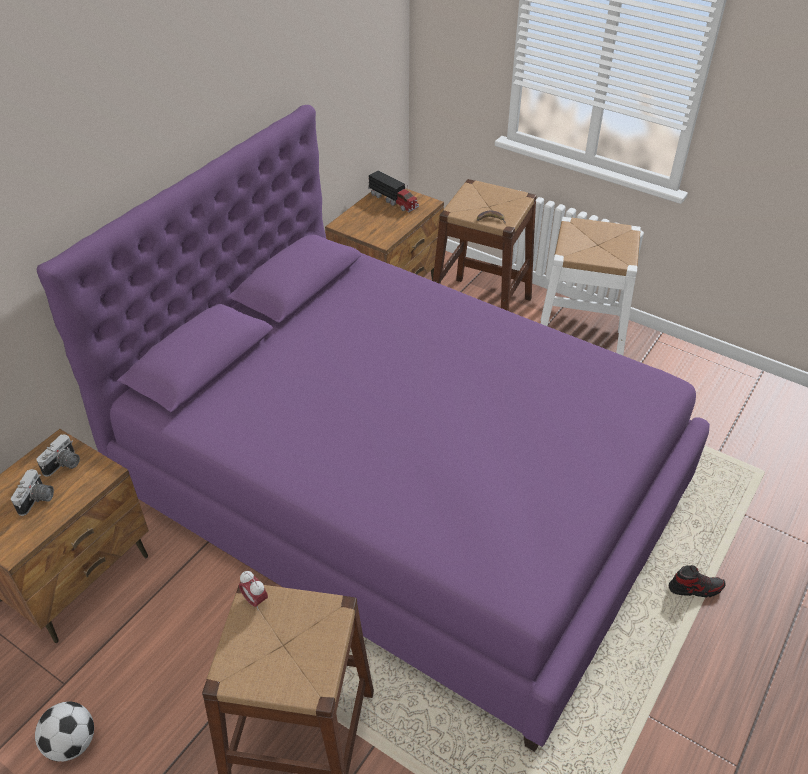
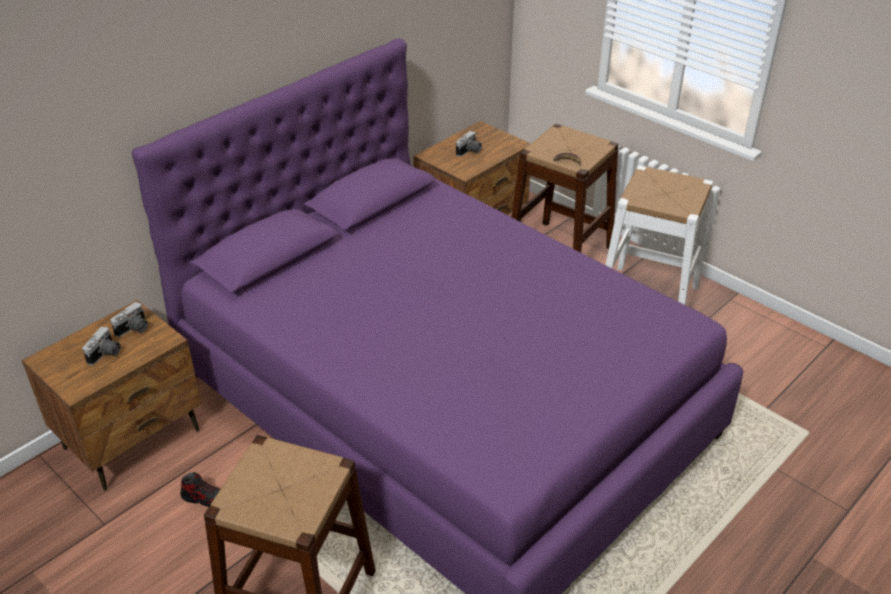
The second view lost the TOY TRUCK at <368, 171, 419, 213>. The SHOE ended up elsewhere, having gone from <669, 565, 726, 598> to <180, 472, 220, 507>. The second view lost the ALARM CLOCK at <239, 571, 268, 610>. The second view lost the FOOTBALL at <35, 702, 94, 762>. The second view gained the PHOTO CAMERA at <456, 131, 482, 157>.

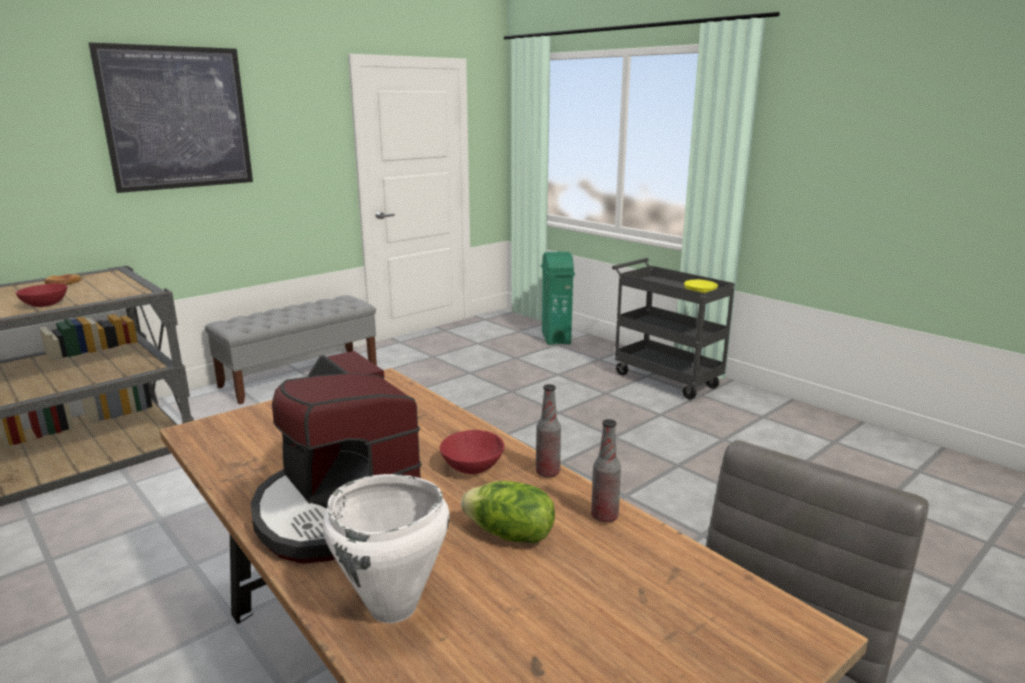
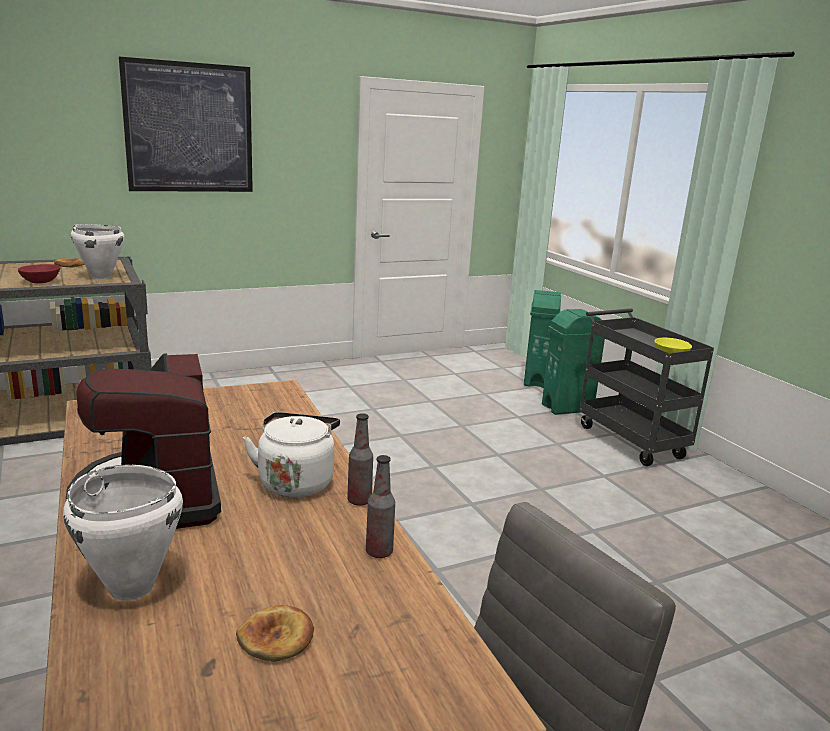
The second view lost the GREY BENCH at <205, 295, 377, 405>. Where the RED BOWL stood at <440, 430, 504, 474>, the WHITE KETTLE came to stand at <243, 412, 340, 497>. The second view lost the LETTUCE at <461, 481, 555, 543>. The second view gained the WHITE COOKING POT at <71, 224, 124, 279>. The second view gained the GREEN TRASH CAN at <542, 309, 605, 415>. The second view gained the BREAD at <236, 605, 314, 662>.

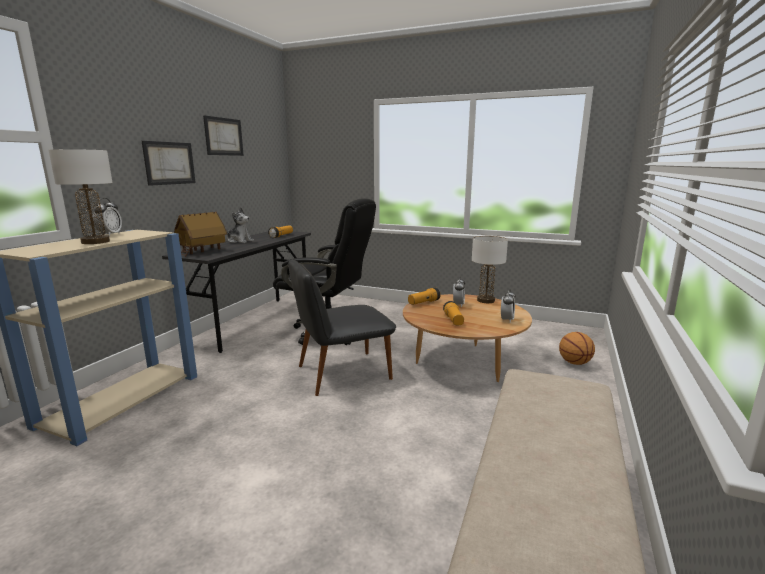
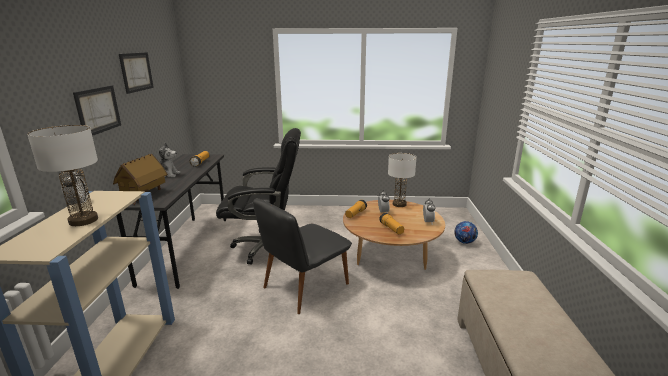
Where the BASKETBALL stood at <559, 332, 595, 365>, the FOOTBALL came to stand at <454, 221, 478, 244>.

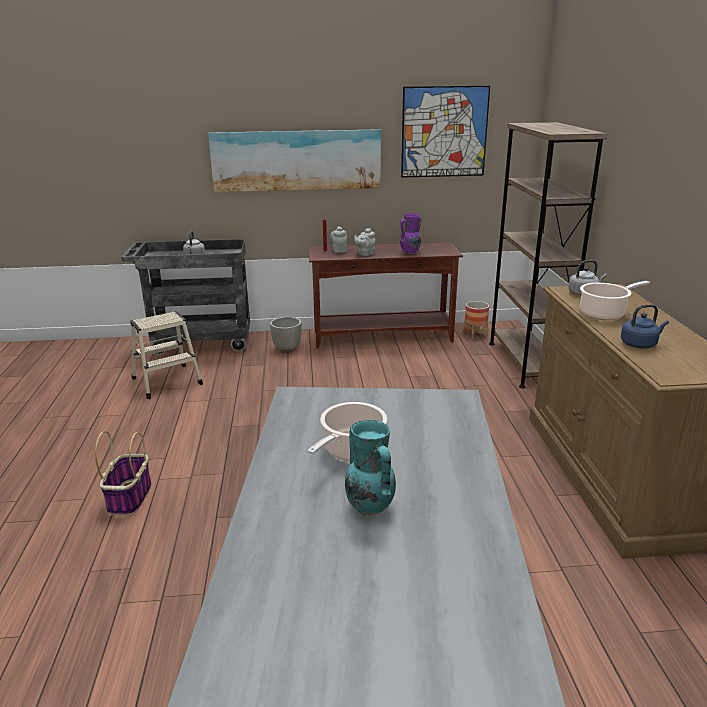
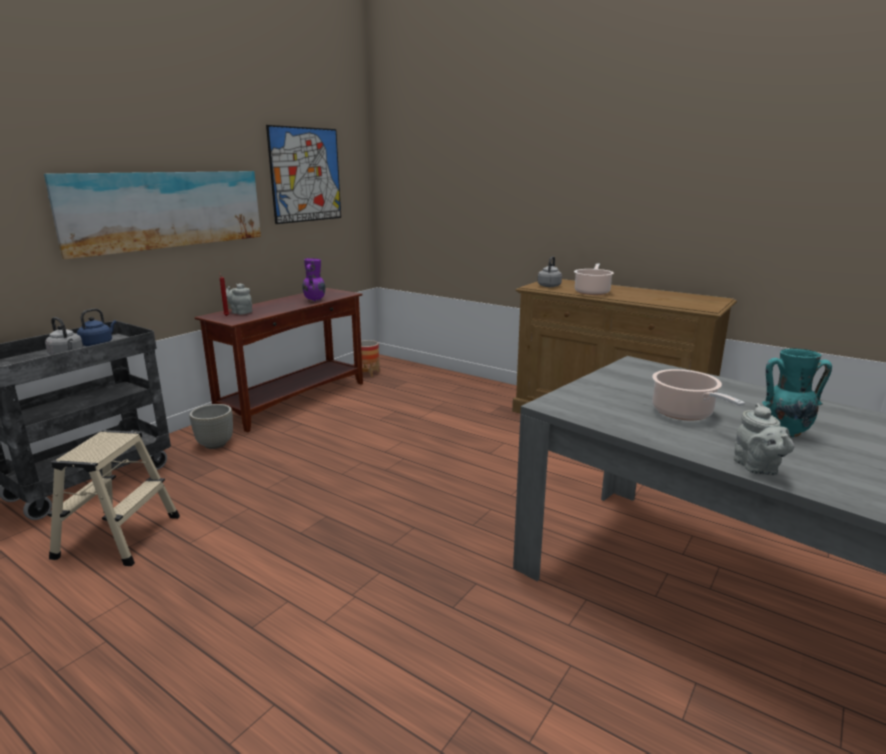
The second view lost the BROWN BOOKCASE at <489, 122, 608, 388>. The GREY TEAPOT ended up elsewhere, having gone from <354, 228, 375, 256> to <734, 403, 795, 475>. The BLUE KETTLE ended up elsewhere, having gone from <621, 304, 669, 348> to <77, 308, 116, 346>. The second view lost the BASKET at <95, 431, 152, 515>.

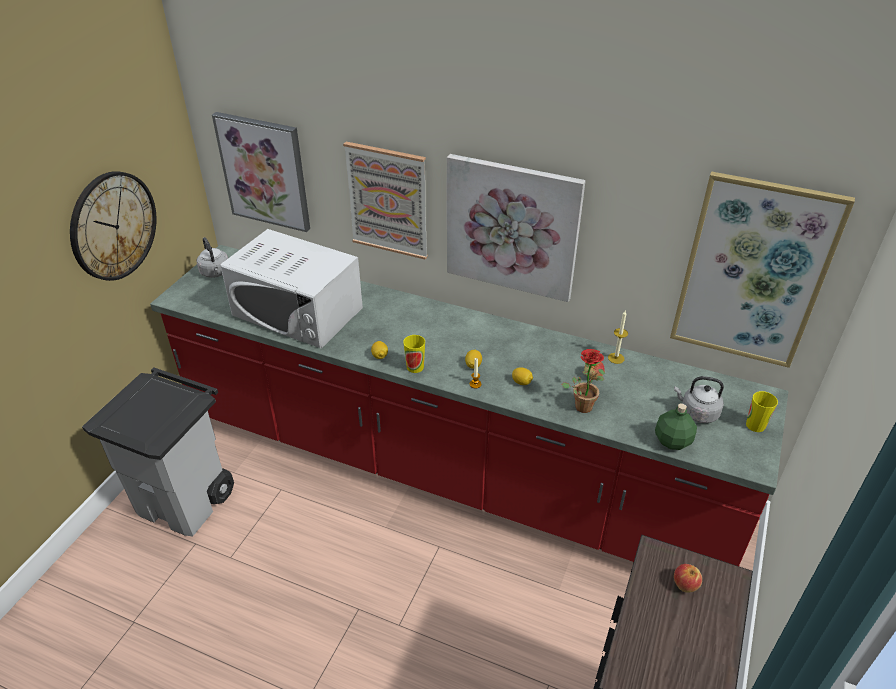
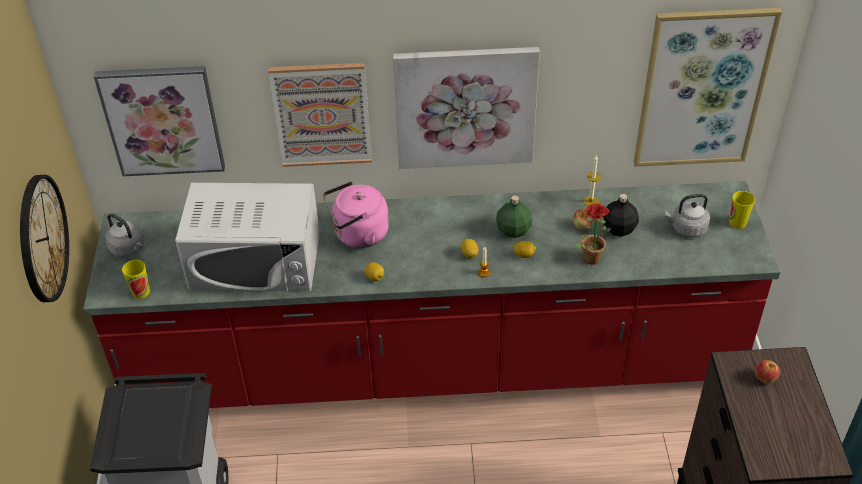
The CUP ended up elsewhere, having gone from <403, 335, 425, 373> to <122, 260, 150, 299>. The GREEN BOTTLE ended up elsewhere, having gone from <655, 403, 697, 450> to <496, 195, 532, 238>. The second view gained the PINK KETTLE at <323, 181, 389, 248>. The second view gained the BLACK BOTTLE at <603, 194, 639, 237>.

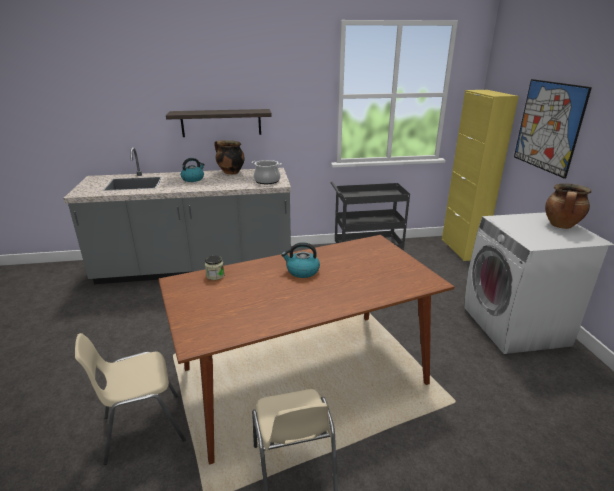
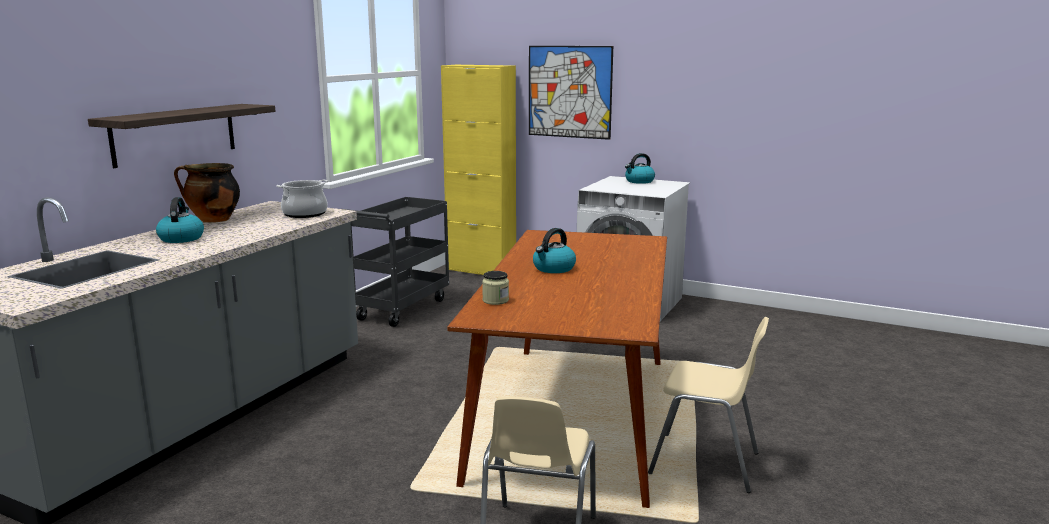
Where the COOKING POT stood at <545, 183, 591, 229>, the KETTLE came to stand at <625, 153, 655, 184>.

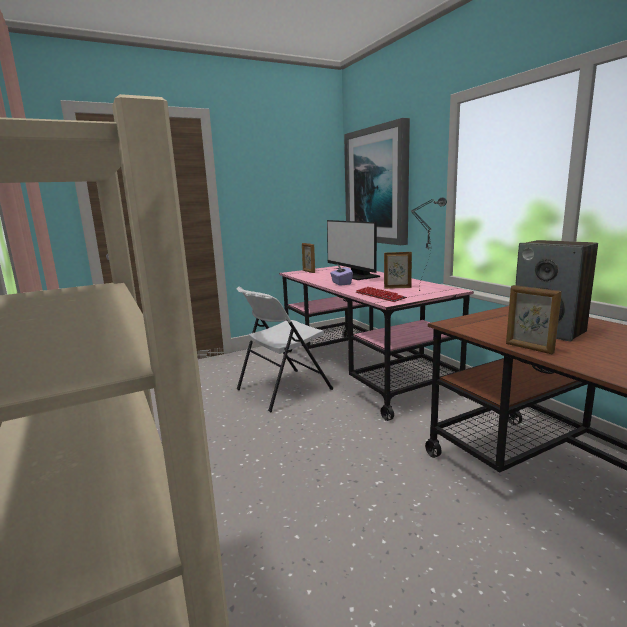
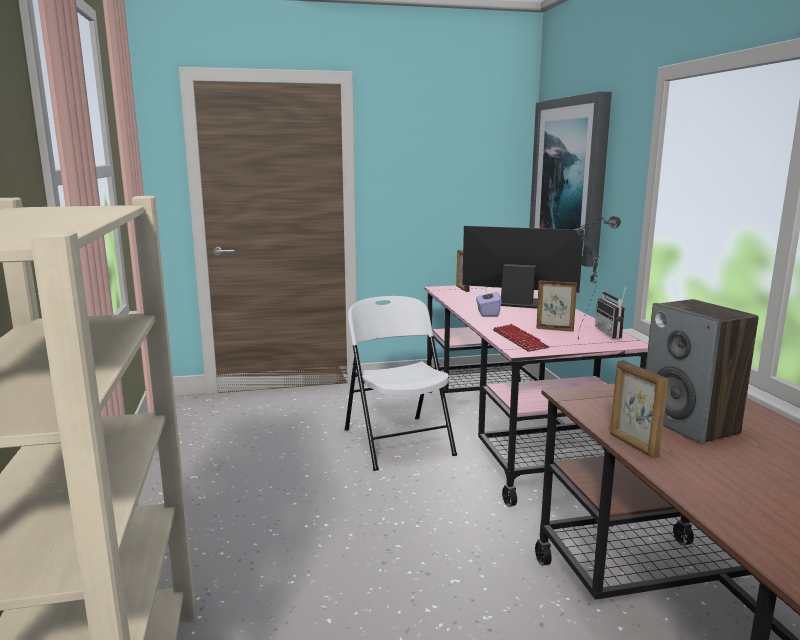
The MONITOR at <327, 220, 380, 280> ended up facing another way, 120 degrees clockwise from before. The WHITE CHAIR at <236, 286, 333, 412> ended up facing another way, 90 degrees clockwise from before. The second view gained the RADIO at <595, 283, 627, 339>.

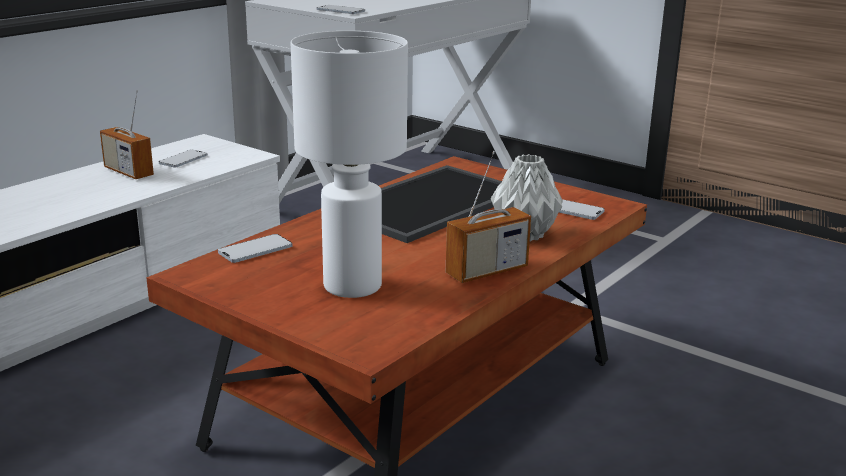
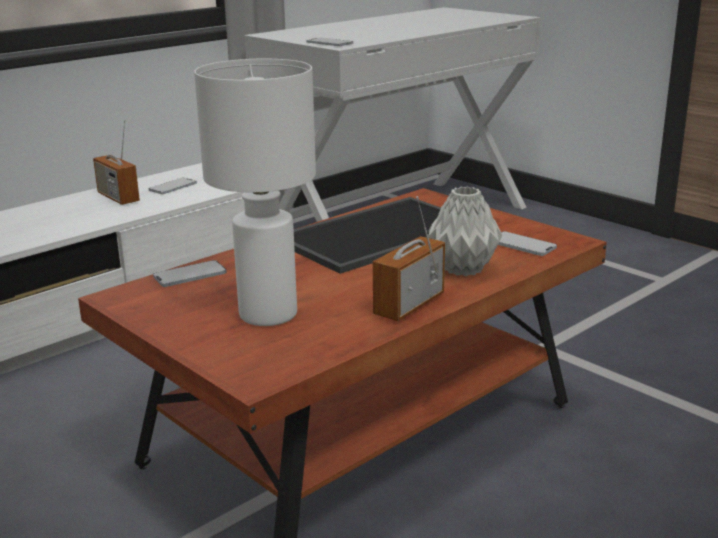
The RADIO at <446, 151, 531, 283> ended up facing another way, 150 degrees clockwise from before.

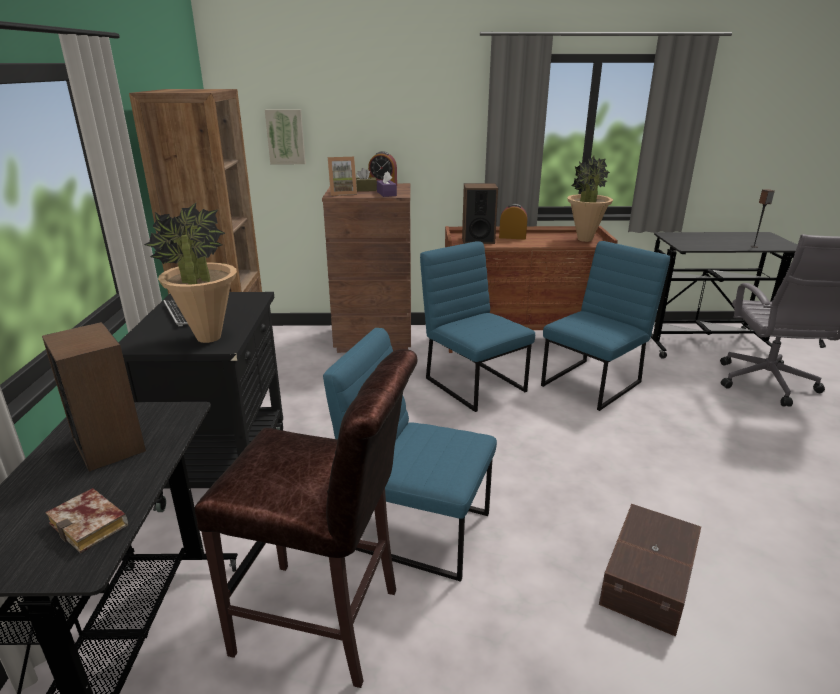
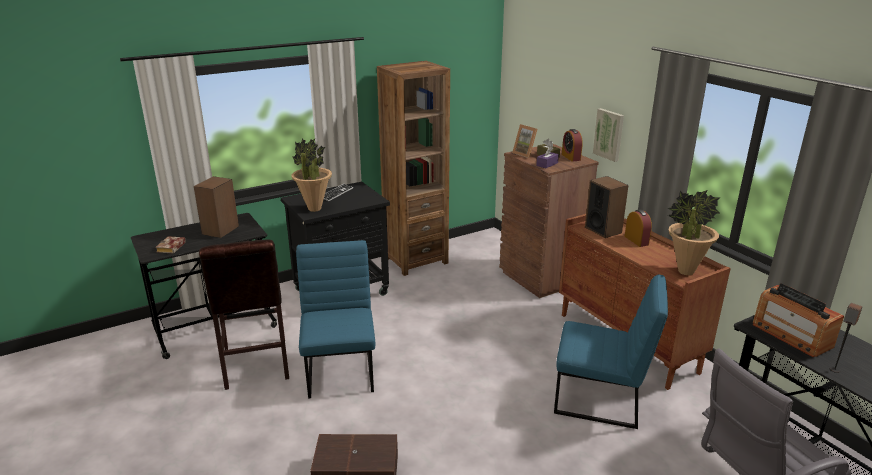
The PICTURE ended up elsewhere, having gone from <265, 109, 305, 164> to <593, 108, 624, 162>. The second view lost the BLUE CHAIR at <420, 241, 535, 412>. The second view gained the RADIO at <753, 283, 844, 357>.

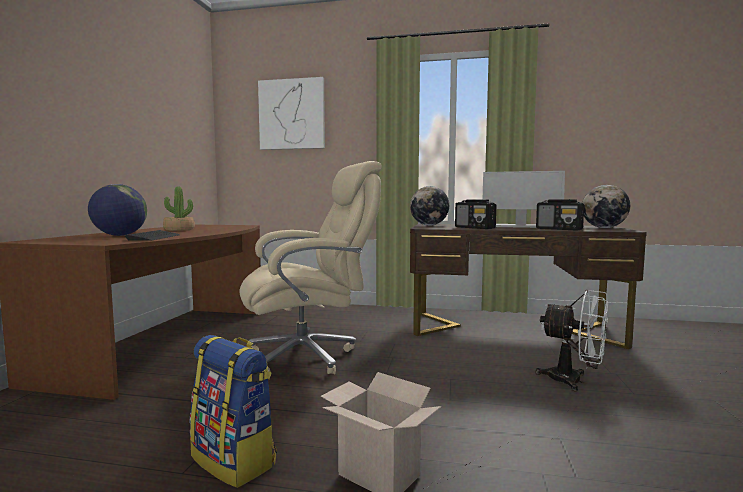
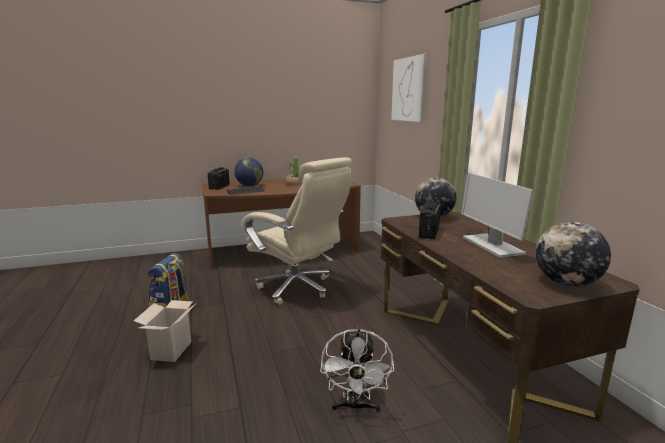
The RADIO ended up elsewhere, having gone from <536, 199, 584, 231> to <208, 167, 230, 190>.

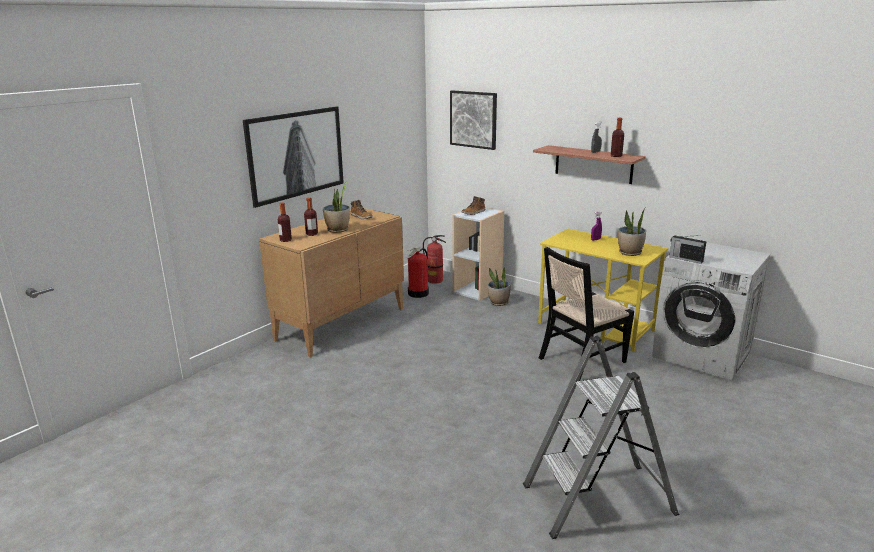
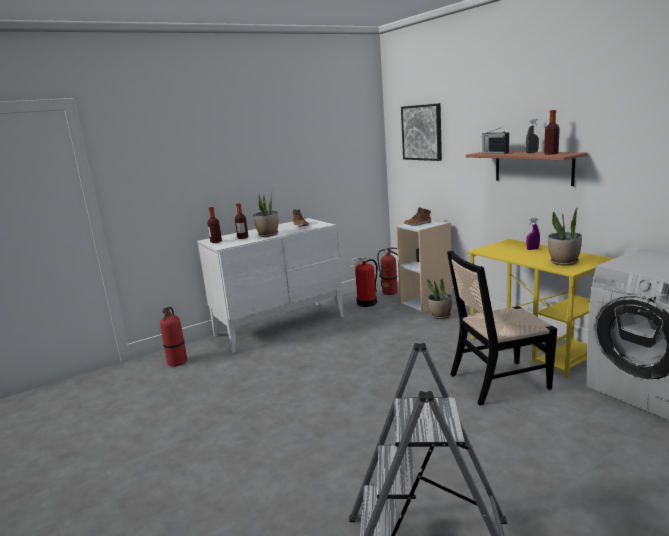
The second view lost the PICTURE at <243, 106, 344, 208>. What was the BROWN CABINET at <259, 208, 404, 357> turned into the WHITE CABINET at <197, 218, 343, 353>. The RADIO ended up elsewhere, having gone from <669, 235, 706, 264> to <482, 128, 509, 154>. The second view gained the FIRE EXTINGUISHER at <160, 307, 187, 367>.

